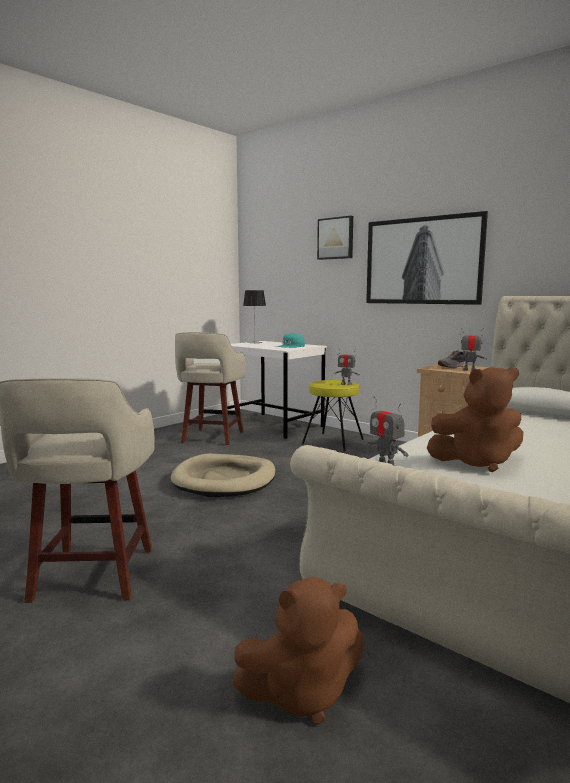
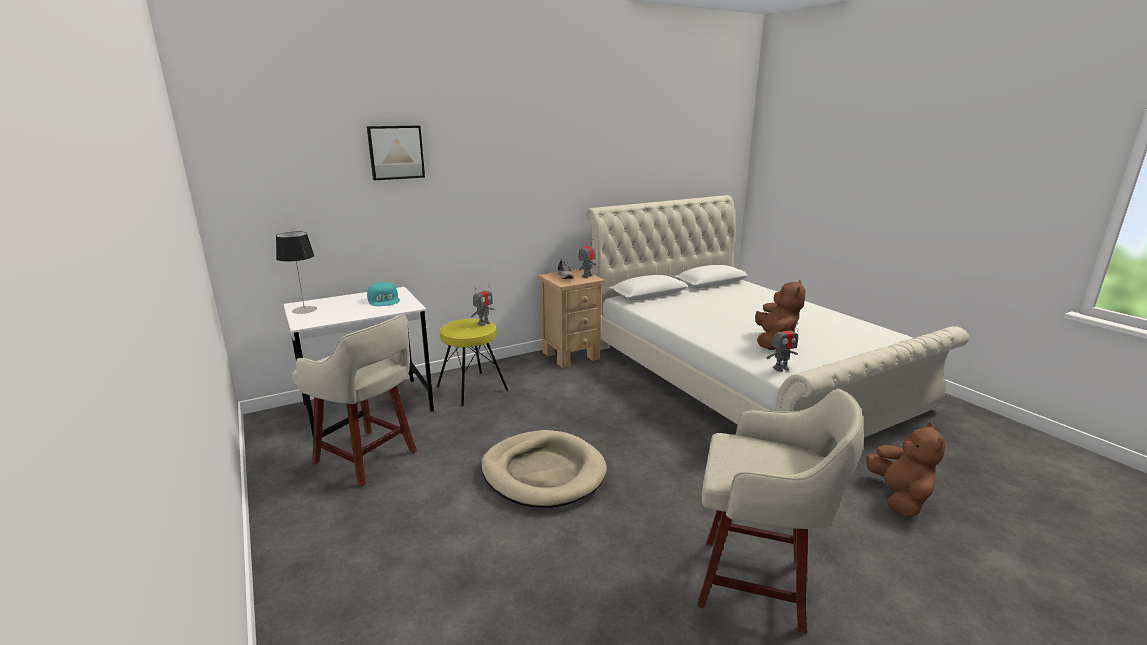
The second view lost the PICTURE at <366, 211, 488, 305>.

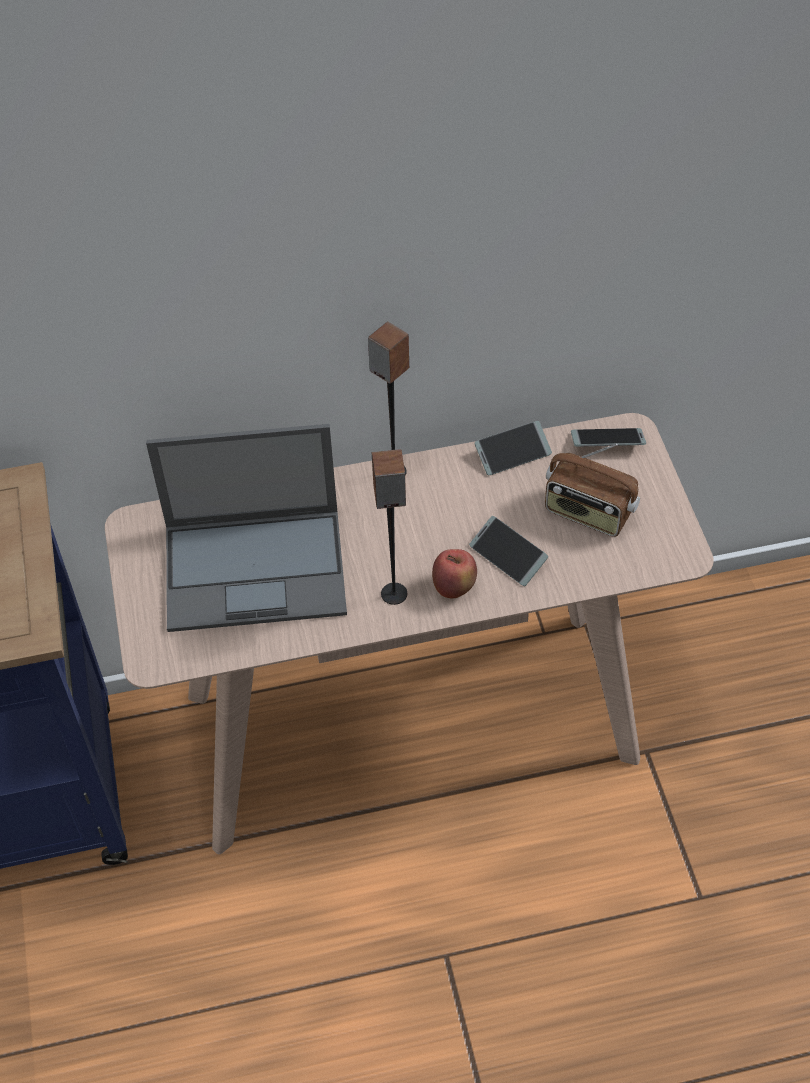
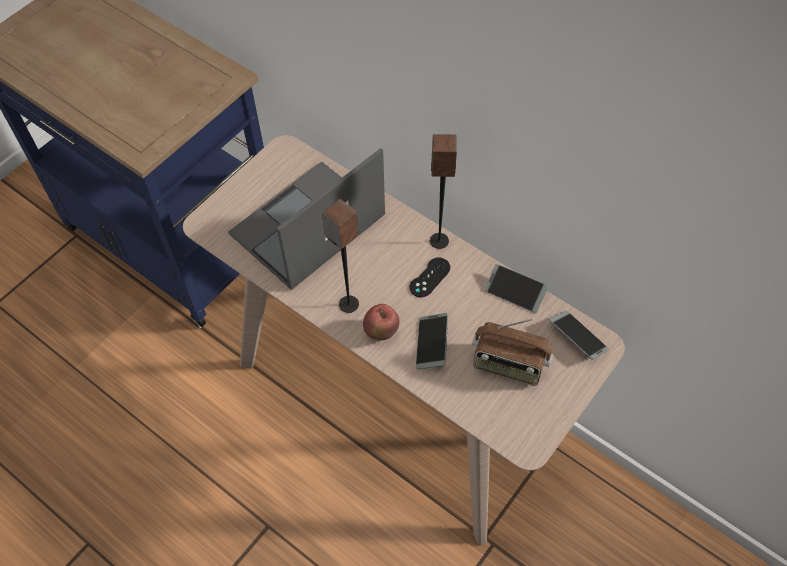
The LAPTOP at <146, 424, 347, 632> ended up facing another way, 90 degrees clockwise from before. The RADIO at <545, 443, 640, 537> ended up facing another way, 60 degrees counterclockwise from before. The second view gained the BLACK GAME CONTROLLER at <410, 257, 450, 297>.

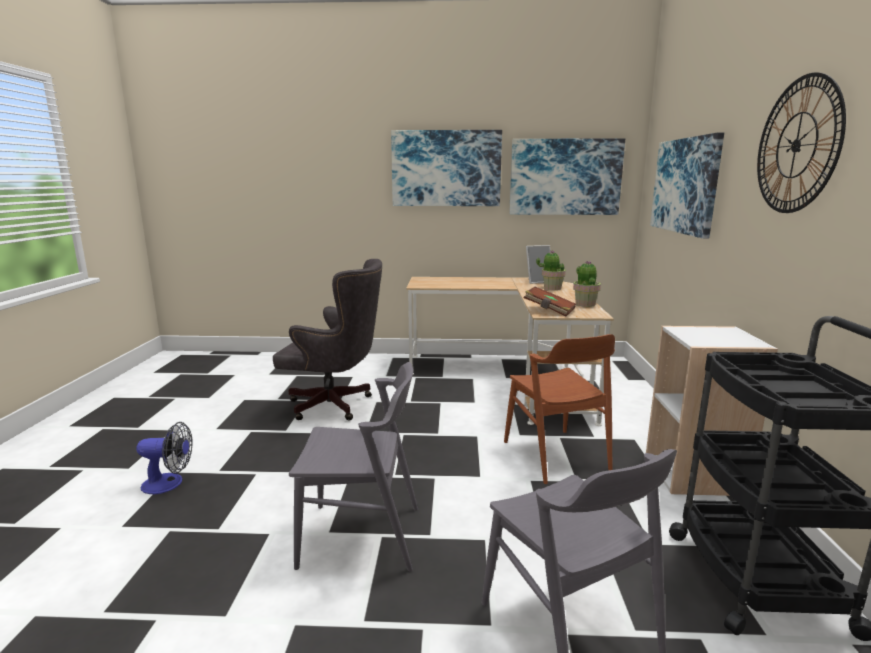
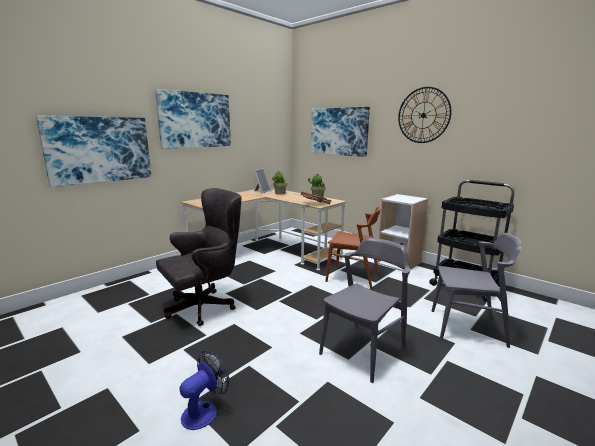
The PICTURE ended up elsewhere, having gone from <509, 138, 625, 215> to <36, 115, 151, 187>.

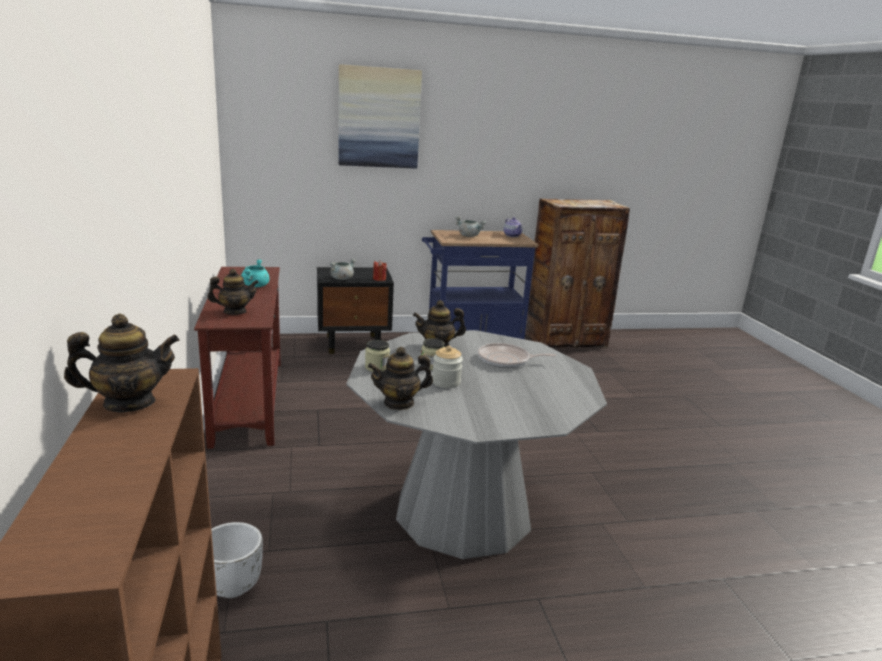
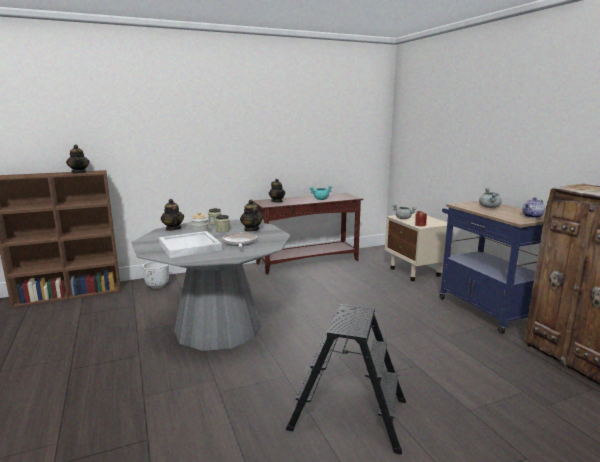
The second view lost the PICTURE at <338, 64, 422, 169>. What was the BLACK NIGHTSTAND at <317, 267, 394, 354> turned into the BEIGE NIGHTSTAND at <385, 213, 454, 281>. The second view gained the WHITE TRAY at <159, 231, 222, 258>. The second view gained the BLACK STEP LADDER at <286, 304, 406, 455>.

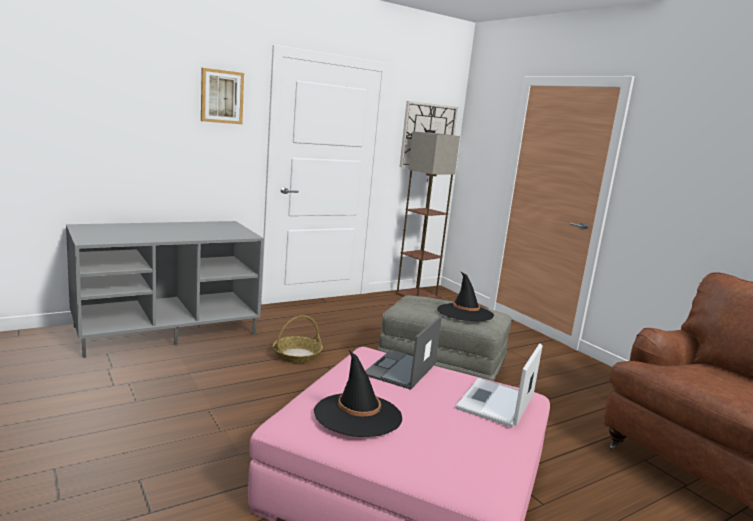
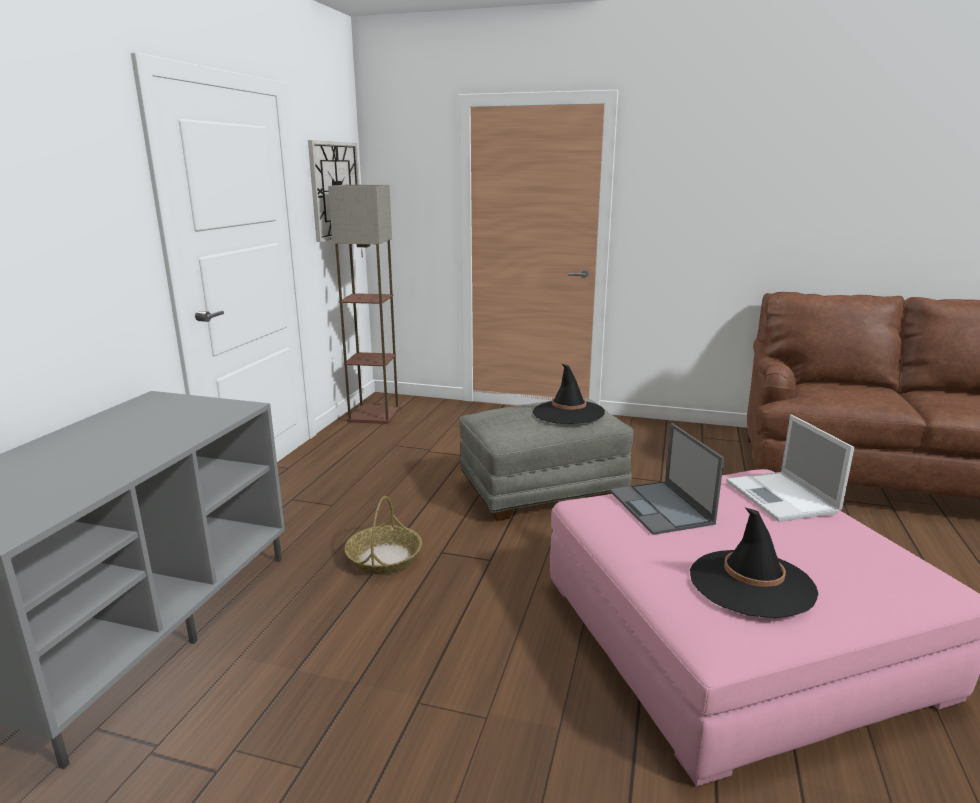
The second view lost the PICTURE at <201, 68, 244, 124>.

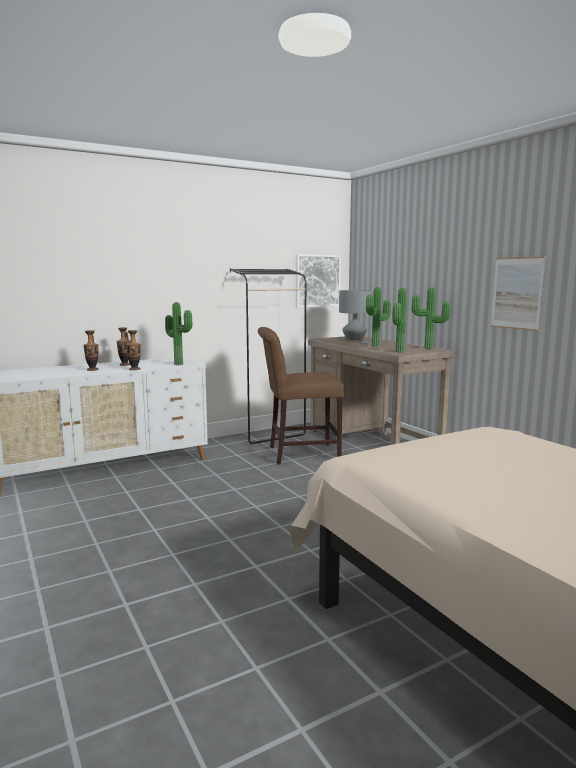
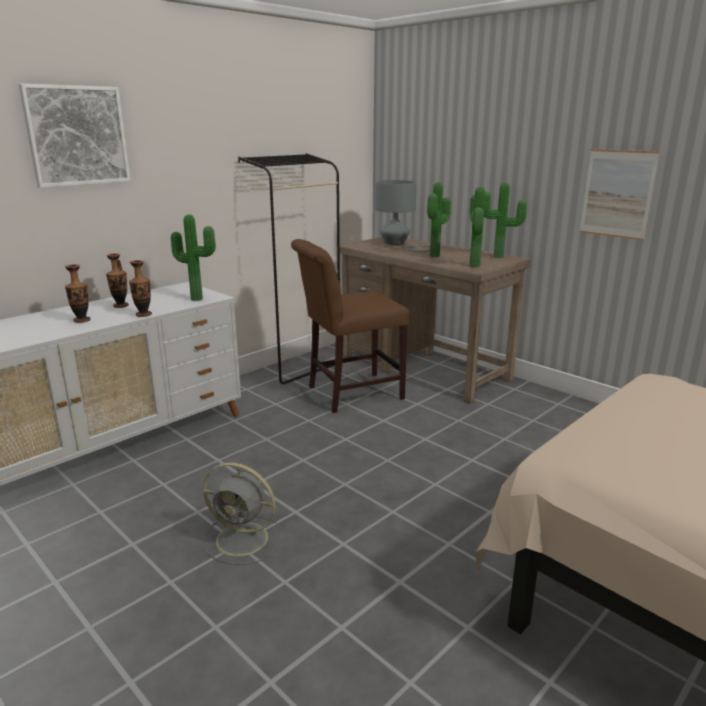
The PICTURE ended up elsewhere, having gone from <296, 254, 341, 308> to <19, 84, 131, 188>. The second view gained the GREY FAN at <203, 463, 283, 565>.

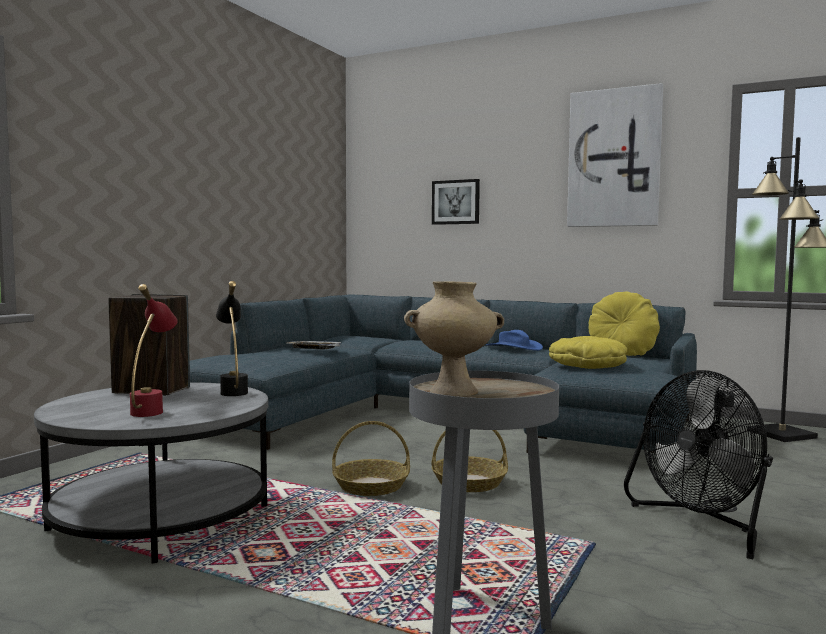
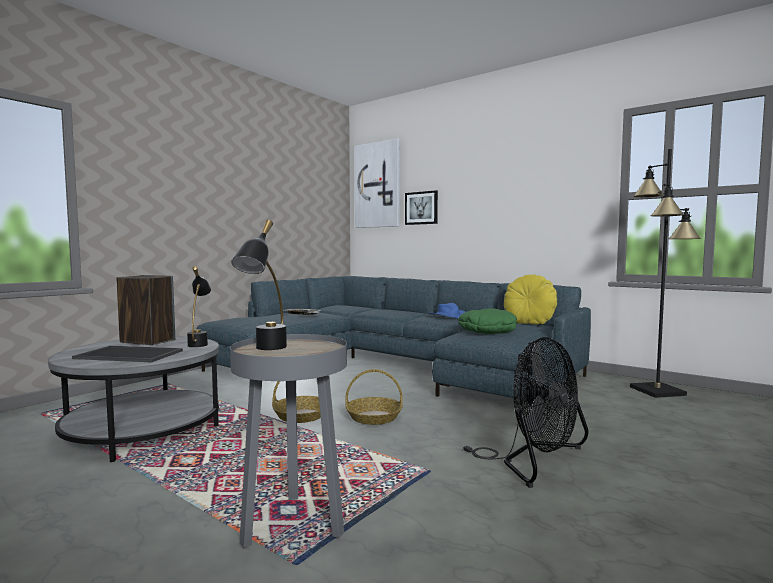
The PICTURE ended up elsewhere, having gone from <567, 83, 663, 227> to <355, 138, 400, 228>. Where the BEIGE VASE stood at <404, 281, 504, 397>, the BLACK TABLE LAMP came to stand at <231, 220, 287, 350>. Where the RED TABLE LAMP stood at <130, 284, 178, 417>, the TRAY came to stand at <72, 346, 183, 362>. What was the YELLOW PILLOW at <549, 336, 627, 369> turned into the GREEN PILLOW at <458, 308, 517, 334>. The BLACK FAN at <624, 370, 773, 559> ended up facing another way, 120 degrees counterclockwise from before.

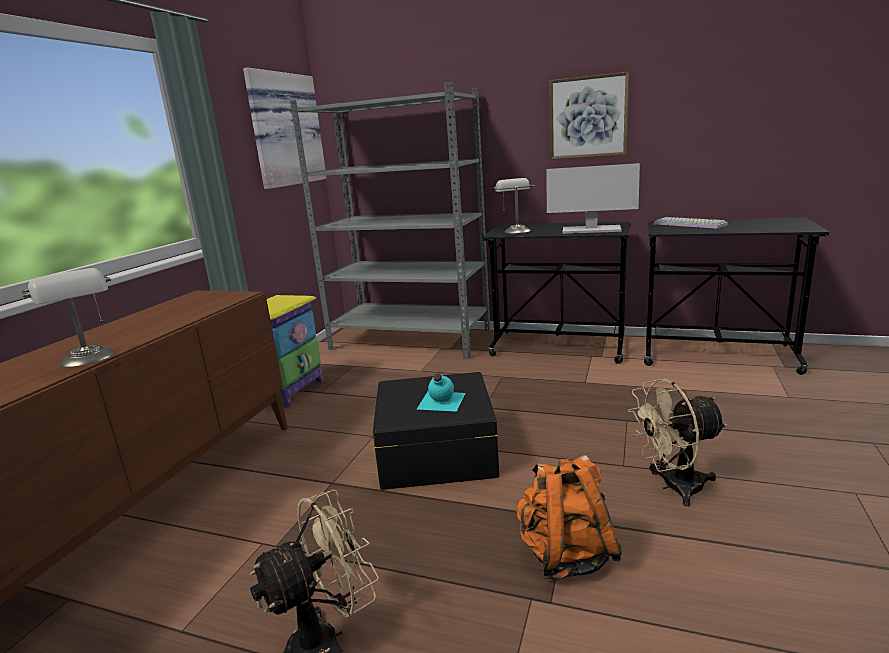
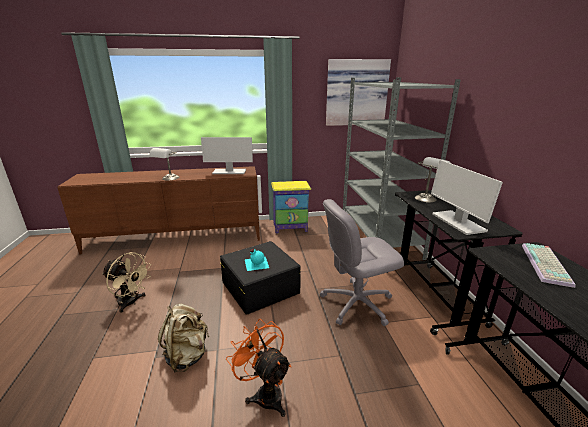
The second view lost the PICTURE at <549, 72, 629, 159>. What was the BEIGE FAN at <628, 379, 727, 506> turned into the ORANGE FAN at <226, 319, 291, 417>. What was the ORANGE BACKPACK at <517, 455, 623, 581> turned into the BEIGE BACKPACK at <158, 304, 209, 373>. The second view gained the MONITOR at <201, 137, 253, 174>. The second view gained the GREY OFFICE CHAIR at <320, 199, 404, 326>.

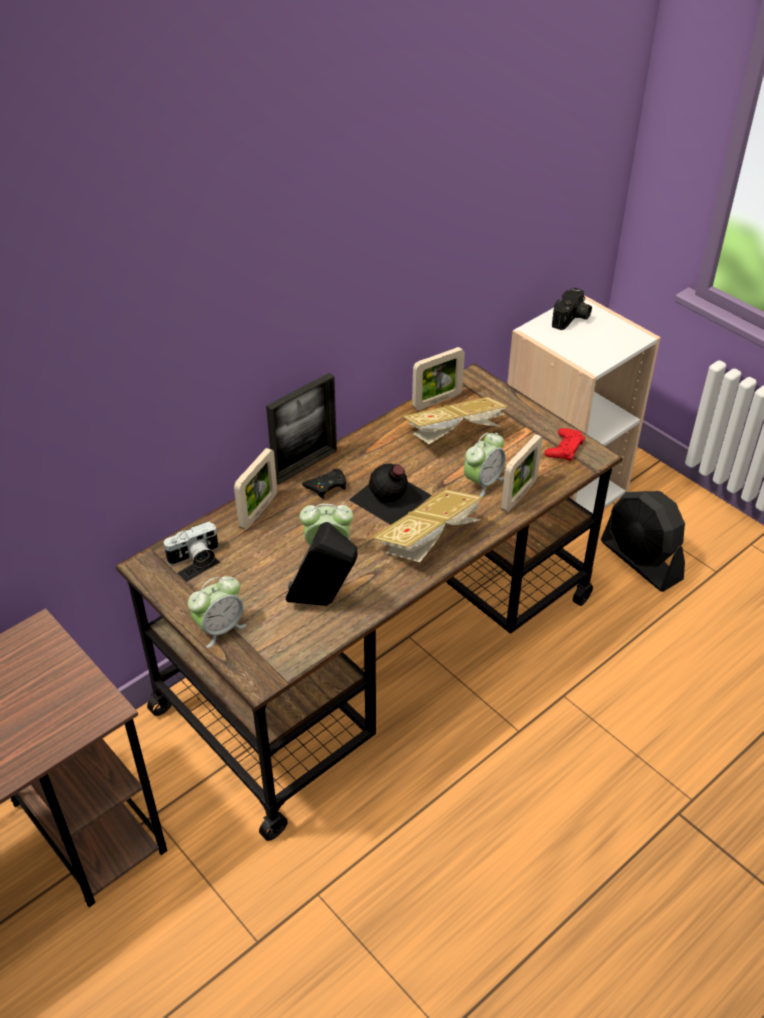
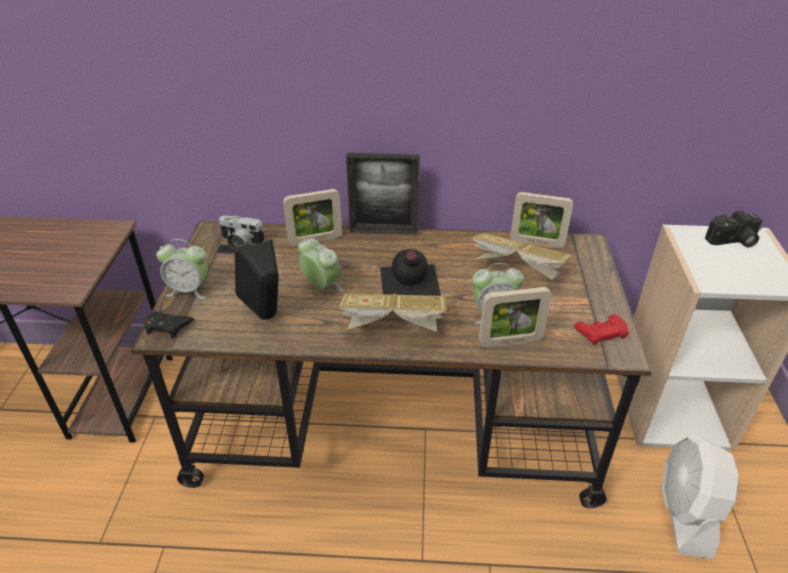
The BLACK GAME CONTROLLER ended up elsewhere, having gone from <302, 469, 346, 499> to <144, 312, 194, 339>. What was the BLACK FAN at <601, 491, 685, 592> turned into the WHITE FAN at <662, 434, 739, 559>.

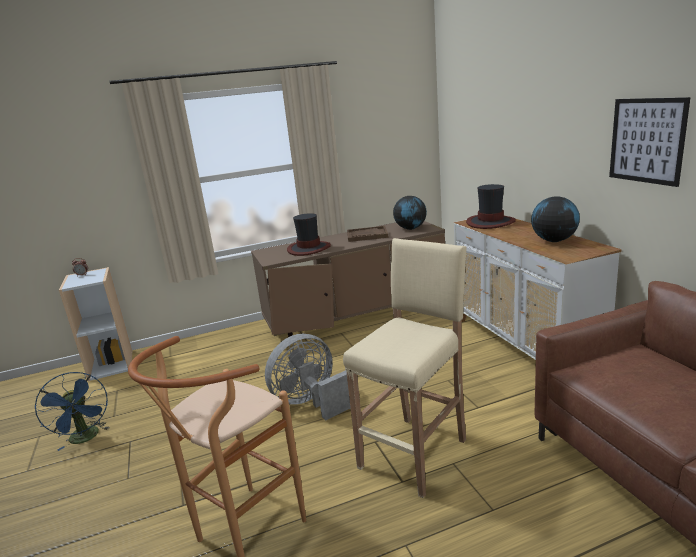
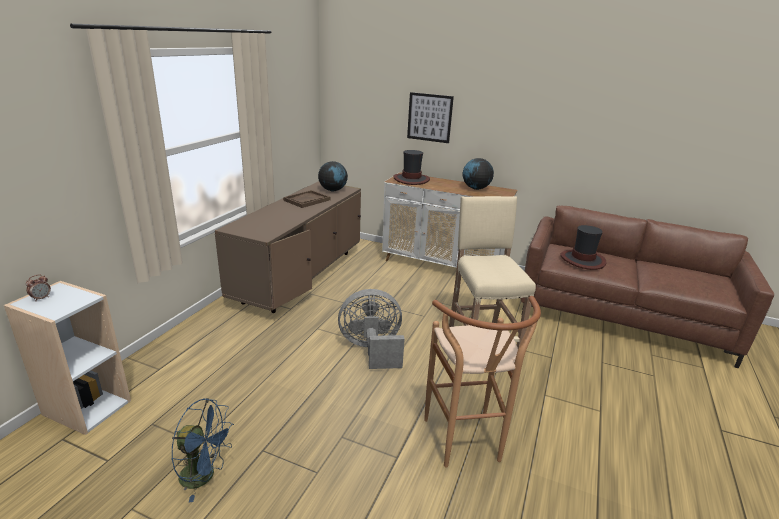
The PICTURE ended up elsewhere, having gone from <609, 97, 691, 187> to <407, 92, 454, 143>. The HAT ended up elsewhere, having gone from <287, 213, 331, 256> to <560, 225, 607, 270>. The GREY FAN at <265, 334, 350, 420> ended up facing another way, 75 degrees clockwise from before.

